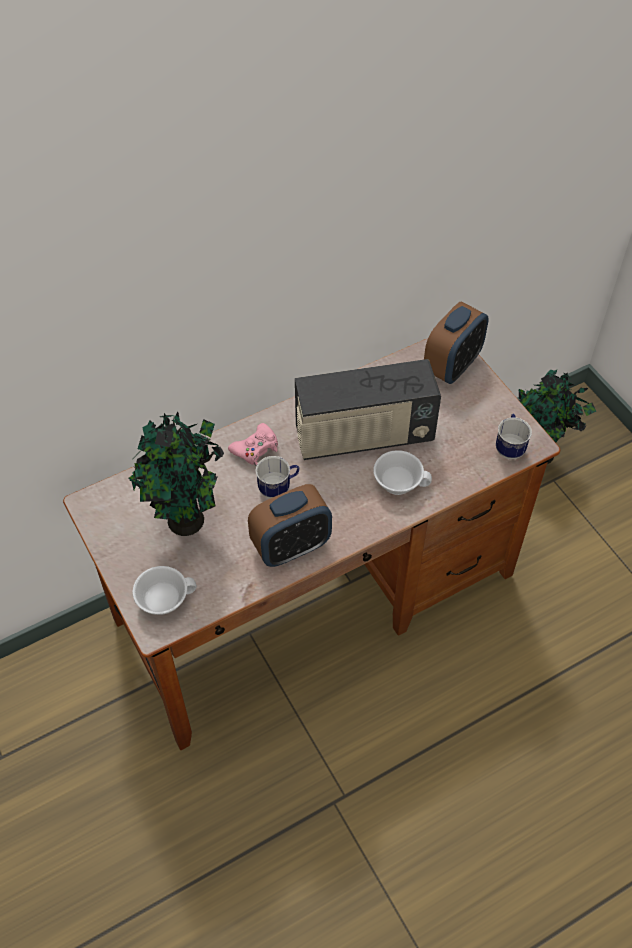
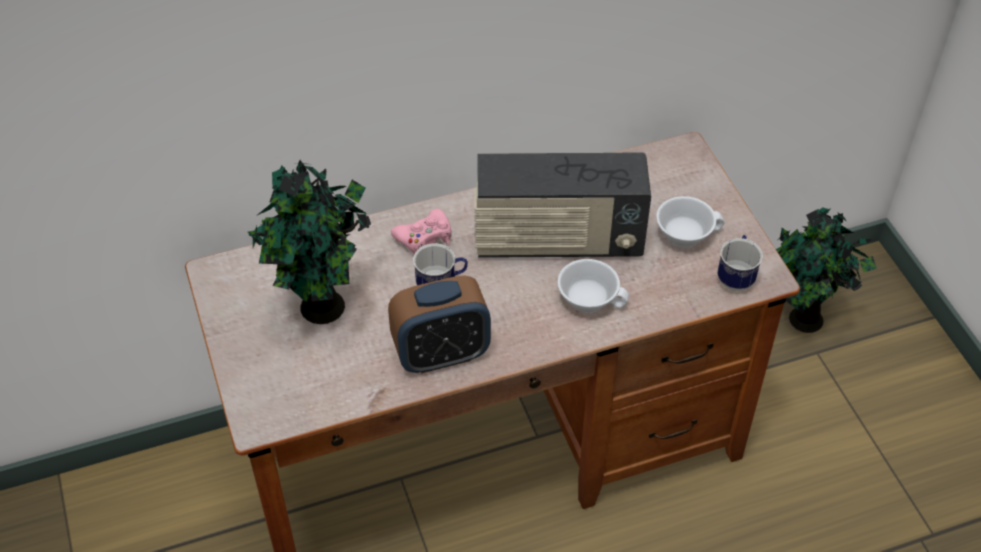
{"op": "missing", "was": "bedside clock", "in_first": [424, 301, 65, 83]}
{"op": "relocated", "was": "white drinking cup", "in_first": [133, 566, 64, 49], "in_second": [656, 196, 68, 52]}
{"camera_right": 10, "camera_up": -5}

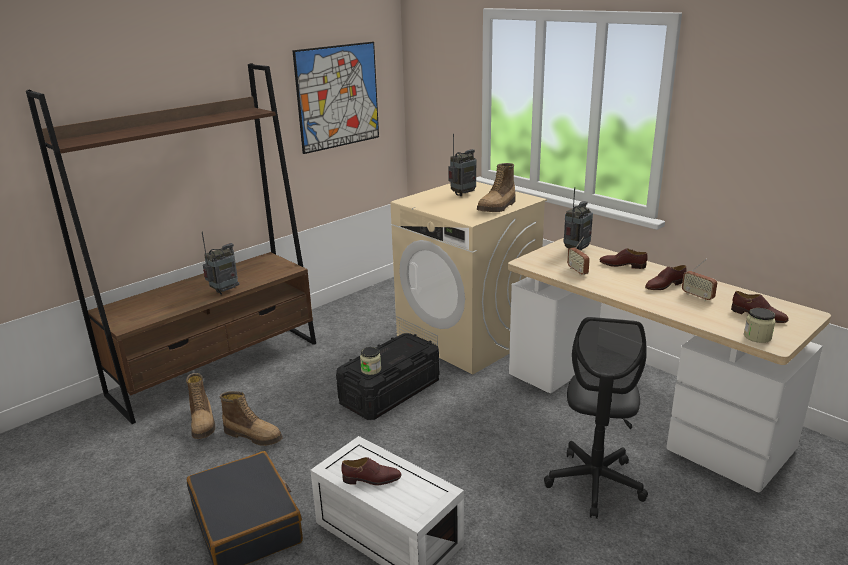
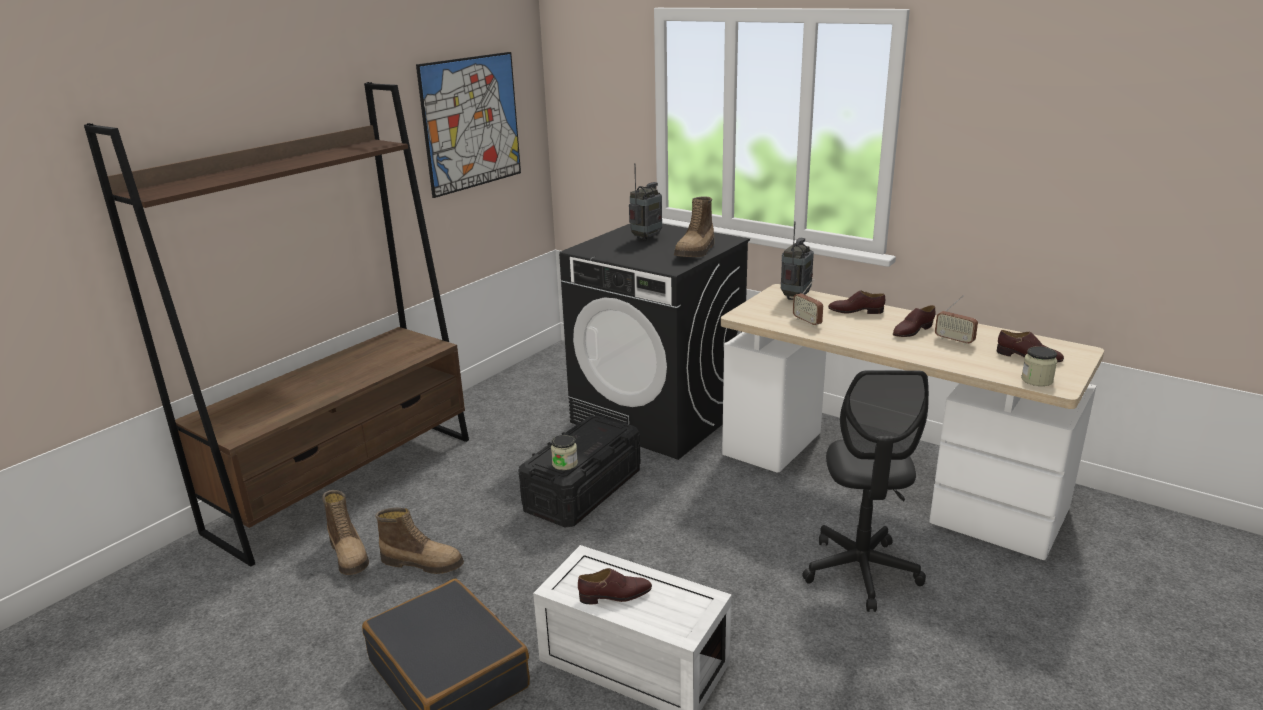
{"op": "missing", "was": "radio receiver", "in_first": [202, 232, 37, 63]}
{"op": "colour", "was": "beige-coloured laundry machine", "now": "blackish laundry machine", "in_first": [390, 182, 157, 193], "in_second": [559, 224, 191, 236]}
{"camera_right": -10, "camera_up": 0}

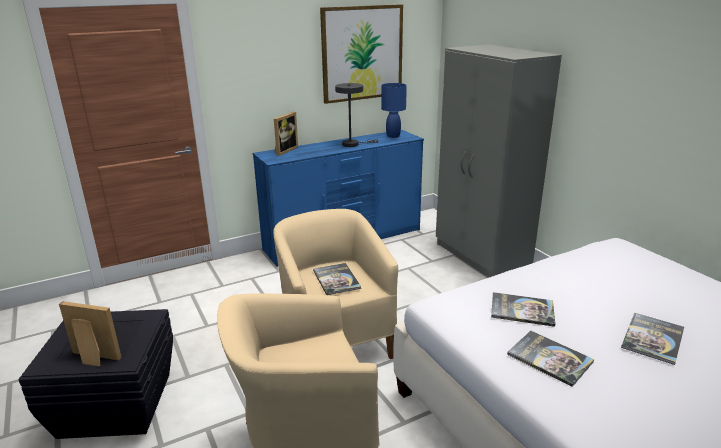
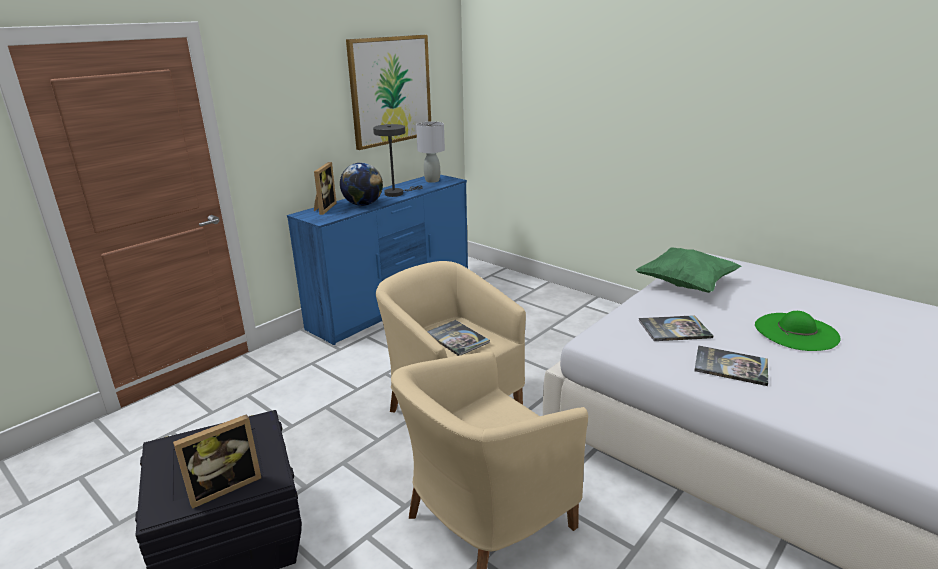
{"op": "missing", "was": "greyish wardrobe", "in_first": [436, 45, 126, 233]}
{"op": "appeared", "now": "desk globe", "in_second": [340, 163, 43, 43]}
{"op": "appeared", "now": "green-coloured pillow", "in_second": [636, 247, 105, 46]}
{"op": "exchanged", "was": "bound book", "now": "green-coloured hat", "in_first": [621, 313, 63, 52], "in_second": [755, 311, 86, 40]}
{"op": "colour", "was": "blue lamp for a table", "now": "greyish lamp for a table", "in_first": [381, 83, 26, 55], "in_second": [416, 122, 29, 61]}
{"op": "spun", "was": "photo frame", "in_first": [59, 301, 62, 65], "in_second": [173, 414, 88, 95], "clockwise": 150}
{"camera_right": -20, "camera_up": 0}

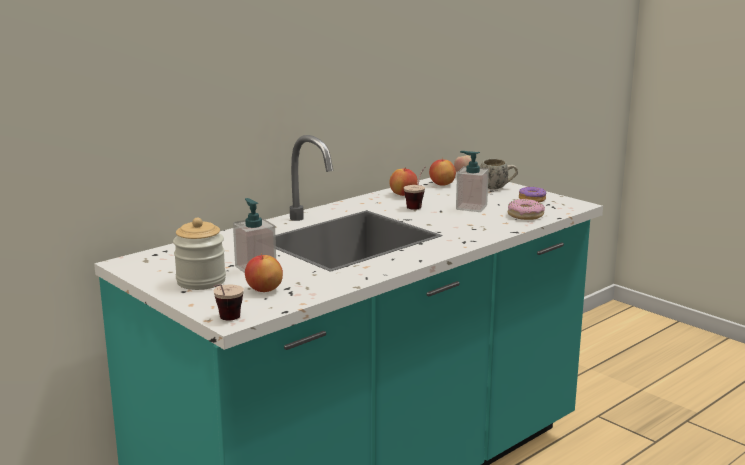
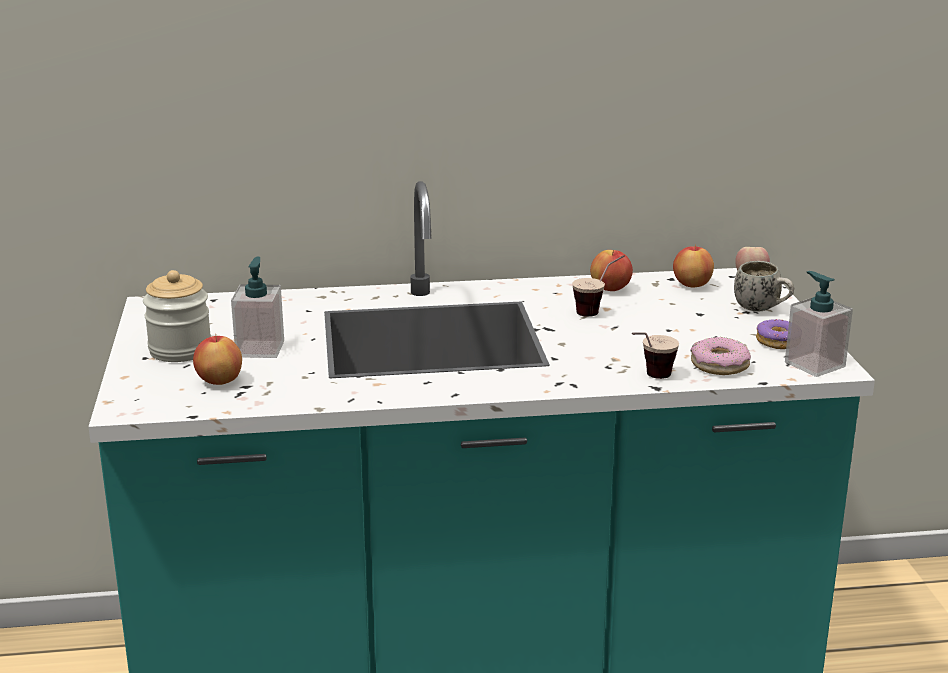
{"op": "relocated", "was": "drinking cup", "in_first": [214, 284, 30, 37], "in_second": [632, 332, 47, 47]}
{"op": "relocated", "was": "soap bottle", "in_first": [456, 151, 33, 61], "in_second": [785, 271, 68, 106]}
{"camera_right": 35, "camera_up": 5}

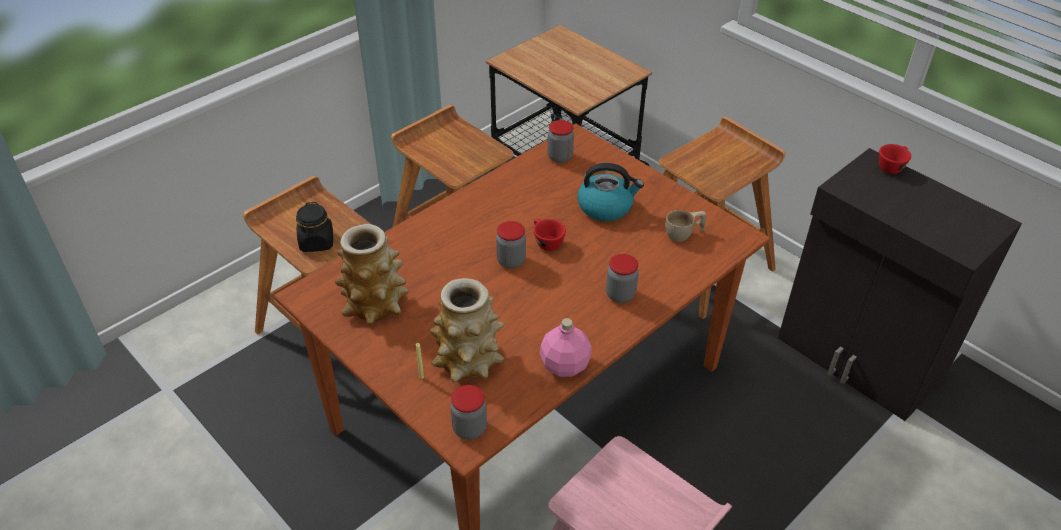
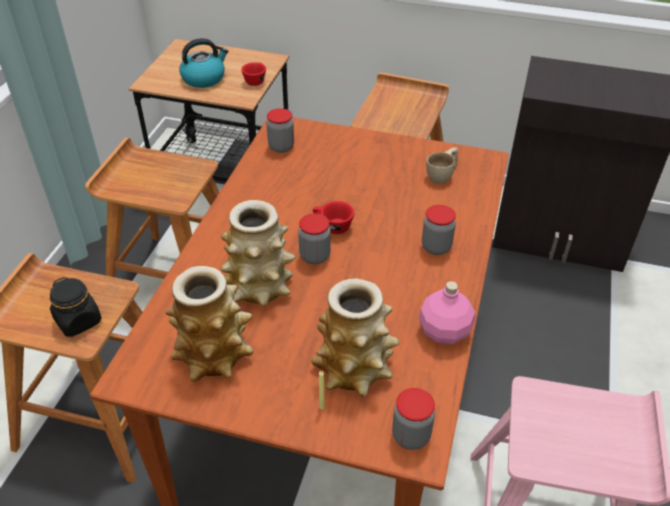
{"op": "appeared", "now": "flower vase", "in_second": [220, 200, 75, 106]}
{"op": "relocated", "was": "water kettle", "in_first": [577, 163, 67, 58], "in_second": [179, 38, 49, 50]}
{"op": "relocated", "was": "reddish drinking cup", "in_first": [879, 144, 32, 30], "in_second": [241, 62, 25, 24]}
{"camera_right": -30, "camera_up": 0}

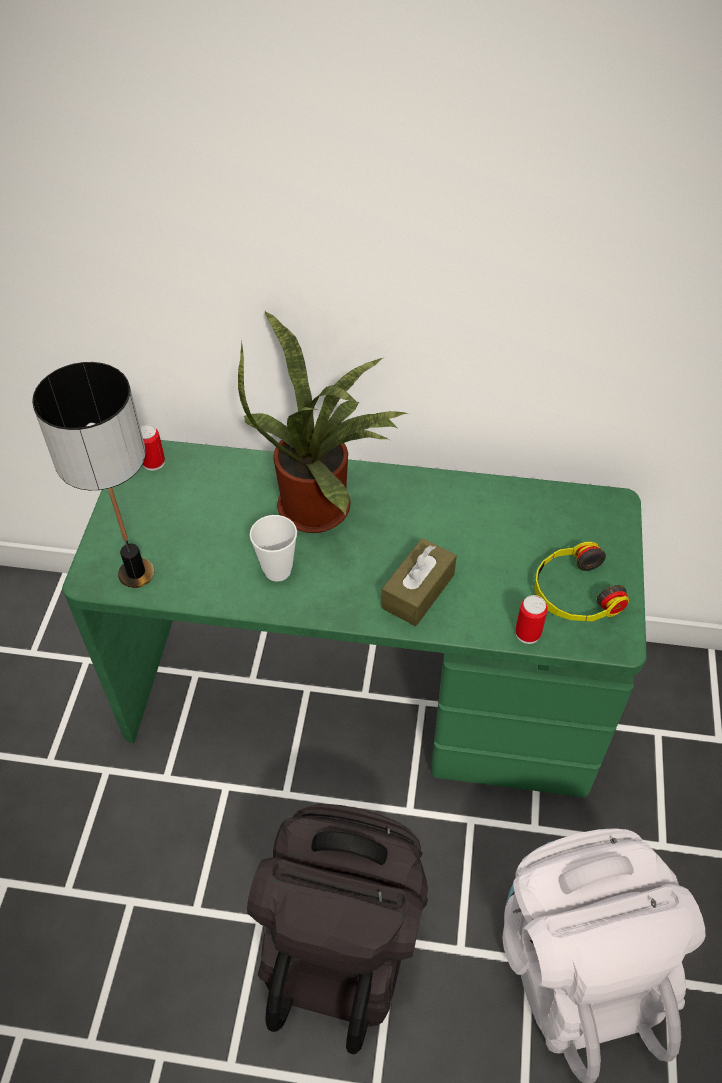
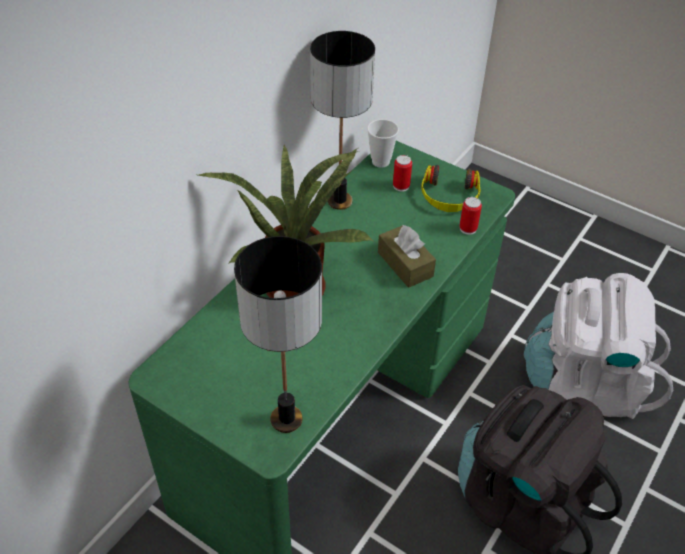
{"op": "appeared", "now": "lamp for a table", "in_second": [310, 31, 65, 179]}
{"op": "relocated", "was": "sealed can", "in_first": [140, 424, 25, 47], "in_second": [393, 155, 19, 37]}
{"op": "relocated", "was": "drinking cup", "in_first": [250, 515, 47, 67], "in_second": [367, 119, 32, 49]}
{"camera_right": -65, "camera_up": -5}

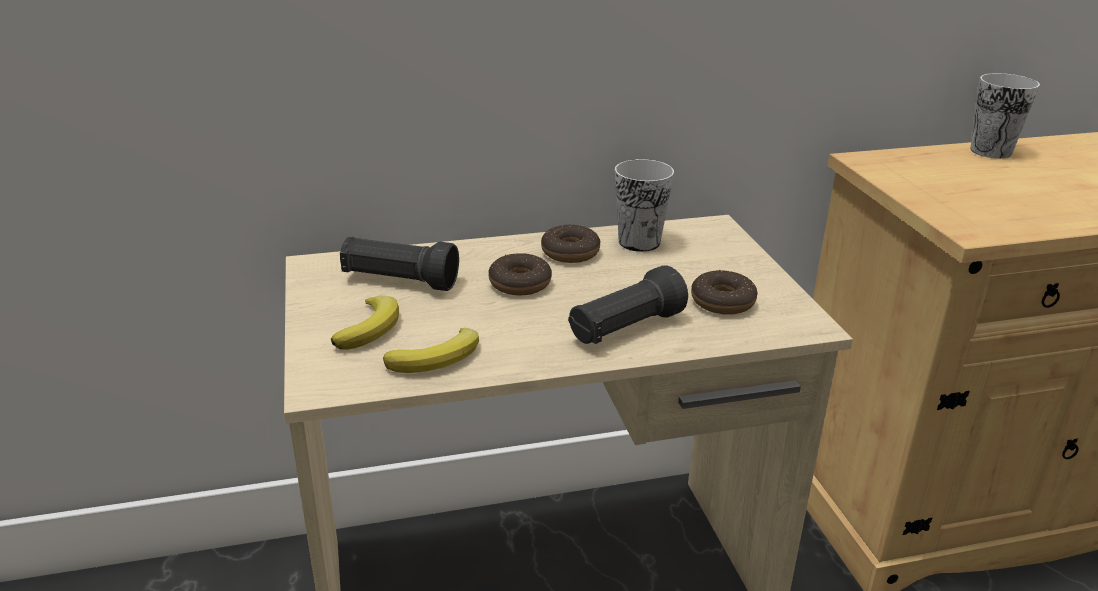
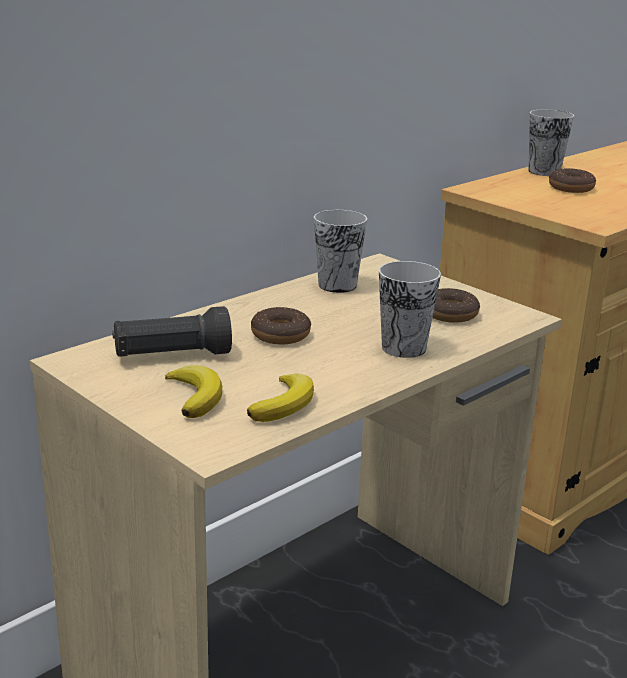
{"op": "relocated", "was": "ring doughnut", "in_first": [541, 224, 59, 39], "in_second": [549, 168, 47, 25]}
{"op": "exchanged", "was": "blackish torch", "now": "drinking cup", "in_first": [568, 265, 120, 79], "in_second": [379, 261, 62, 97]}
{"camera_right": -30, "camera_up": -5}

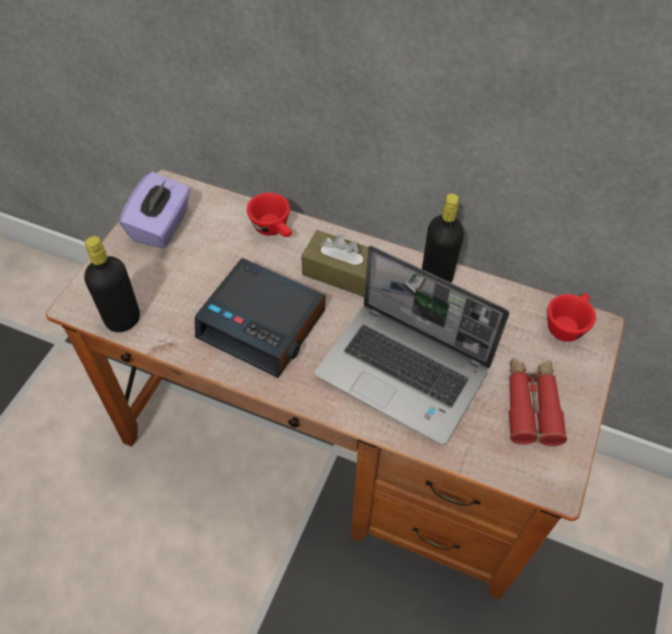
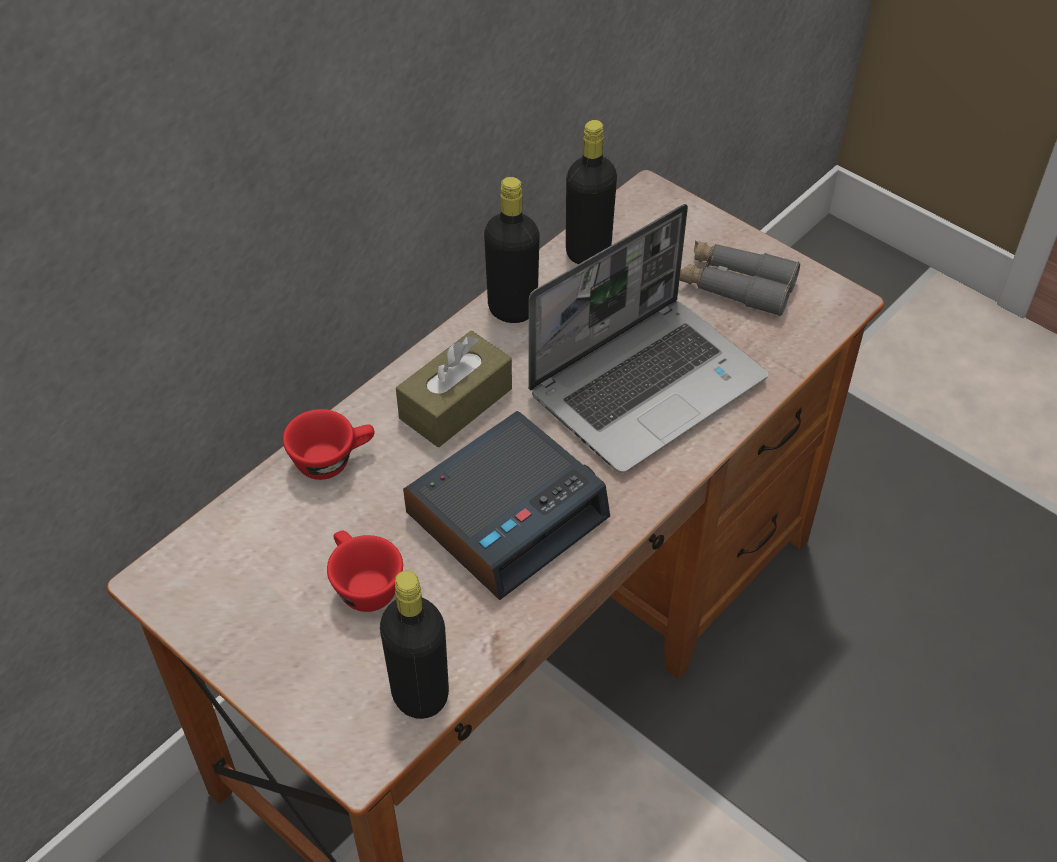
{"op": "missing", "was": "purple tissue holder", "in_first": [119, 172, 71, 77]}
{"op": "appeared", "now": "blackish beverage bottle", "in_second": [566, 120, 51, 144]}
{"op": "relocated", "was": "reddish drinking cup", "in_first": [547, 293, 49, 49], "in_second": [327, 531, 76, 81]}
{"op": "colour", "was": "reddish binoculars", "now": "greyish binoculars", "in_first": [508, 359, 59, 87], "in_second": [679, 241, 121, 75]}
{"camera_right": -70, "camera_up": -5}

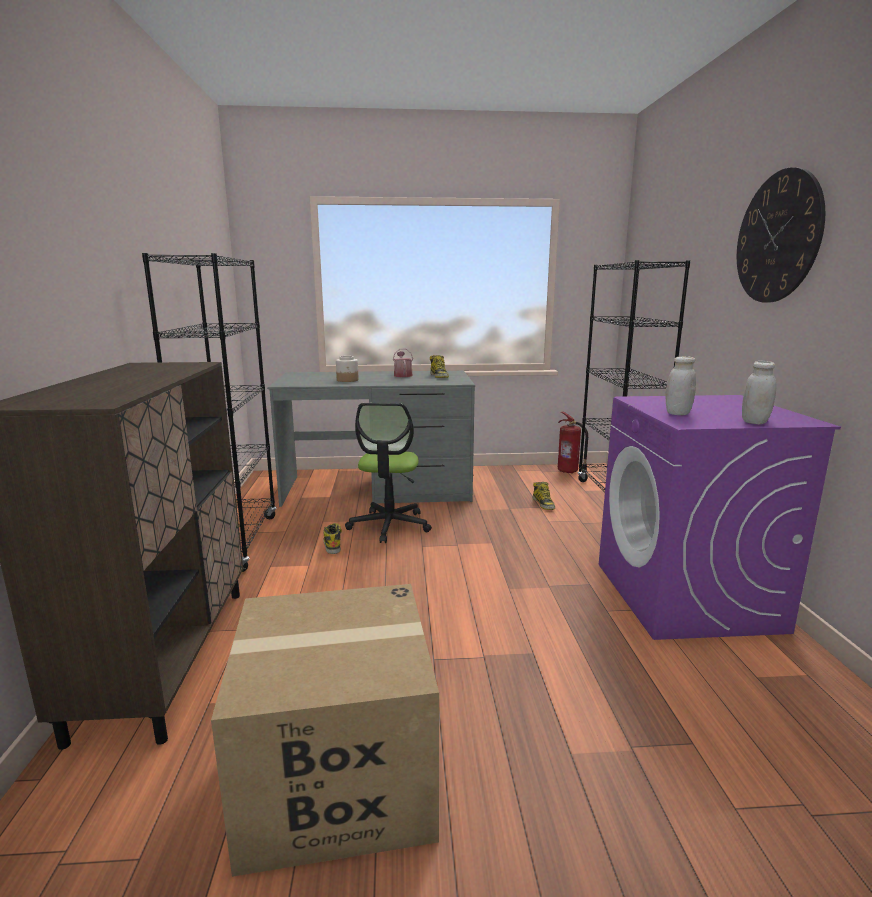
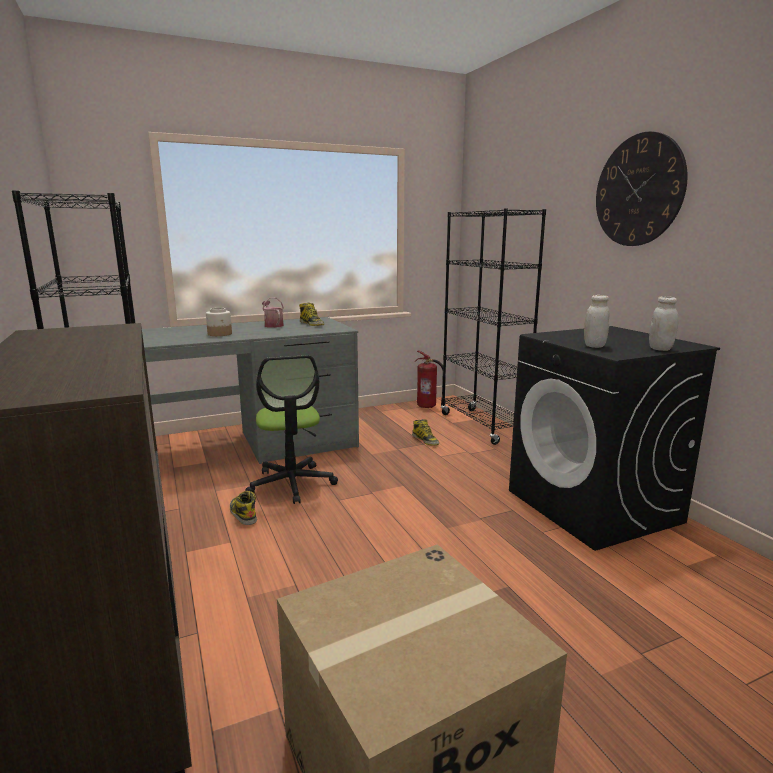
{"op": "colour", "was": "purple laundry machine", "now": "blackish laundry machine", "in_first": [599, 395, 242, 245], "in_second": [509, 326, 211, 225]}
{"camera_right": -20, "camera_up": 0}

